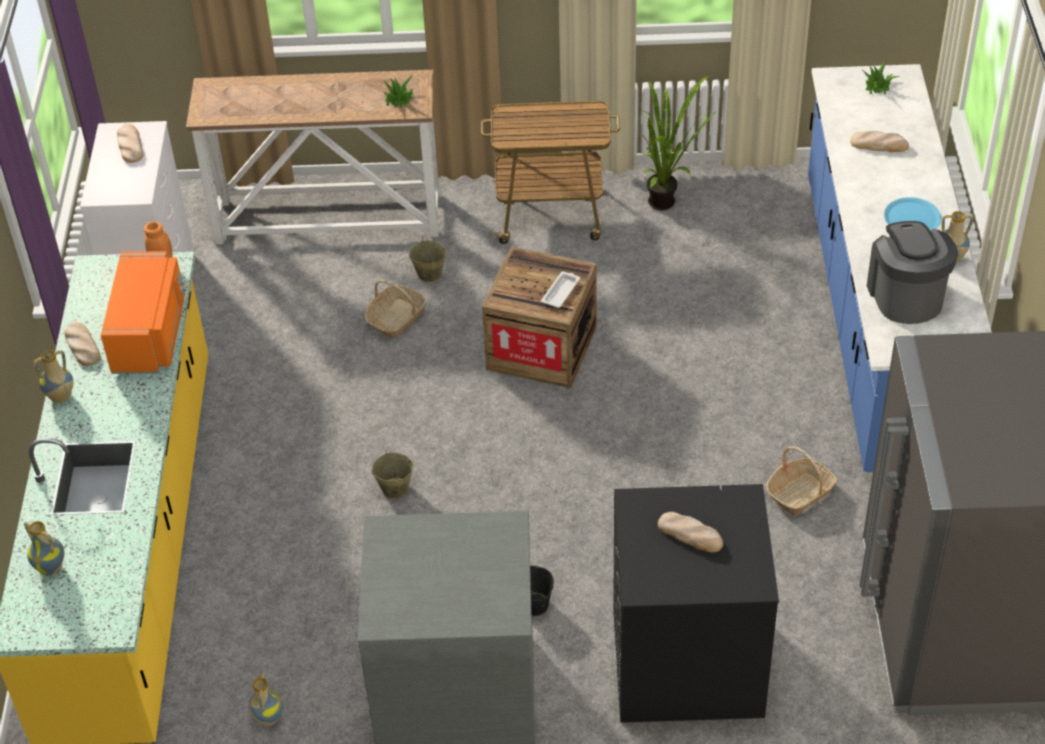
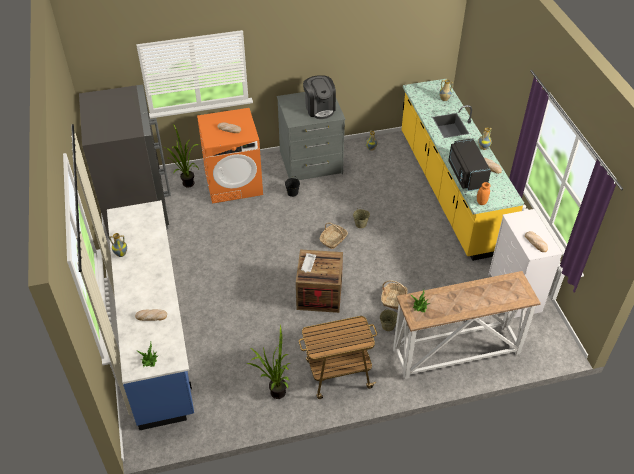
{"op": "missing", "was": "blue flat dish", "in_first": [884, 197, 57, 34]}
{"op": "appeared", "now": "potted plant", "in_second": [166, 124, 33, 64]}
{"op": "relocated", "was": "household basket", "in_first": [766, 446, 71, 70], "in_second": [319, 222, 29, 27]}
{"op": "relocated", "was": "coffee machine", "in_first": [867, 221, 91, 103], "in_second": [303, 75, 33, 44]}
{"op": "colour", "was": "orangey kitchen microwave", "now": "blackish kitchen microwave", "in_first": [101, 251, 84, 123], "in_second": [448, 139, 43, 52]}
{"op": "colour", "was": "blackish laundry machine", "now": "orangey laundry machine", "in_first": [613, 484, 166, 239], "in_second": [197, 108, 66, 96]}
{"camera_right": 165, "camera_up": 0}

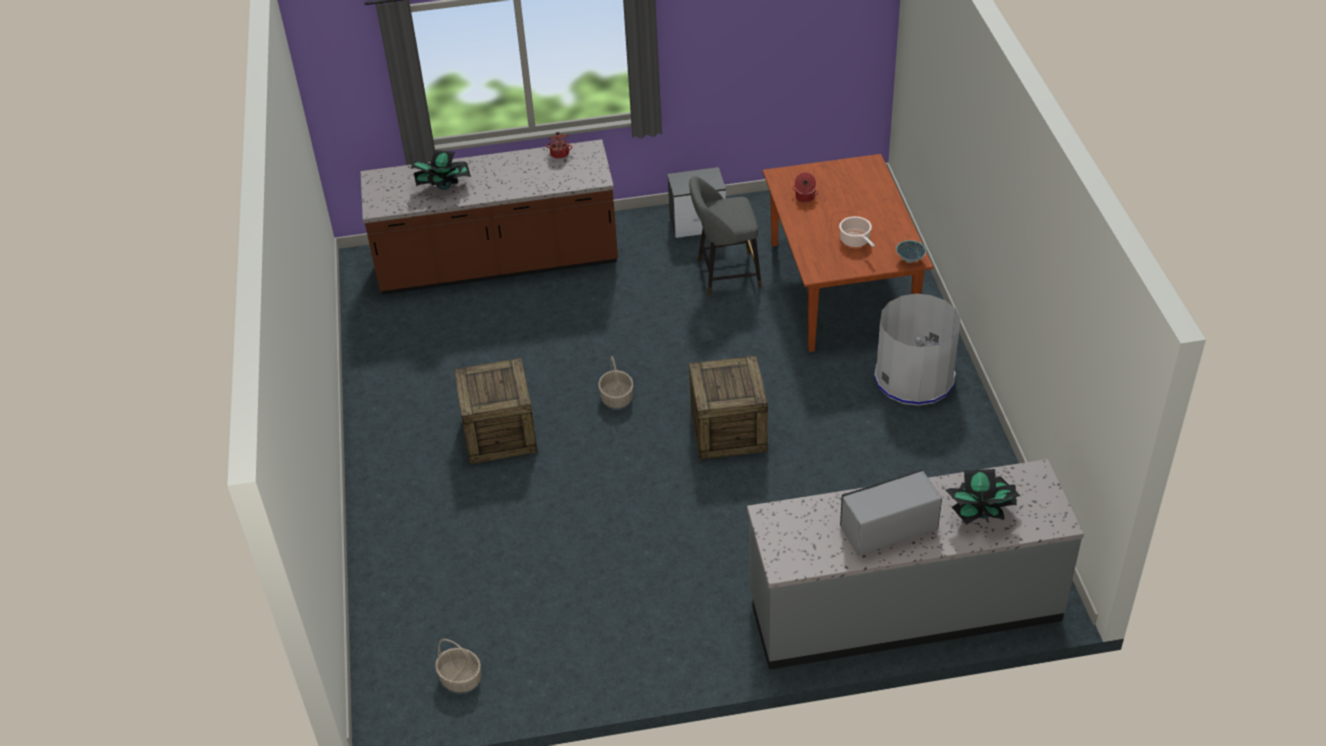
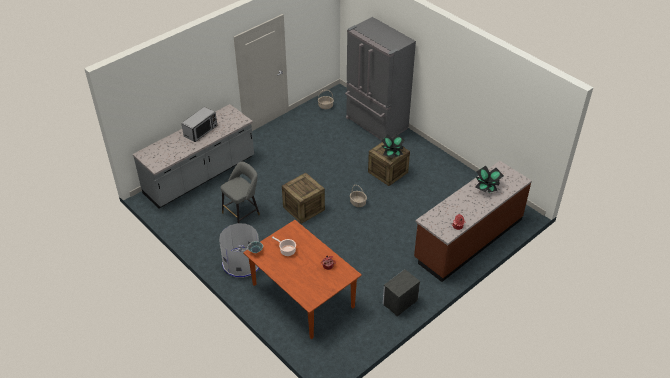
{"op": "appeared", "now": "greyish fridge", "in_second": [345, 17, 71, 124]}
{"op": "relocated", "was": "greyish stool seat", "in_first": [689, 176, 73, 120], "in_second": [221, 162, 39, 61]}
{"op": "relocated", "was": "potted plant", "in_first": [945, 469, 75, 56], "in_second": [382, 134, 23, 24]}
{"camera_right": 145, "camera_up": 0}

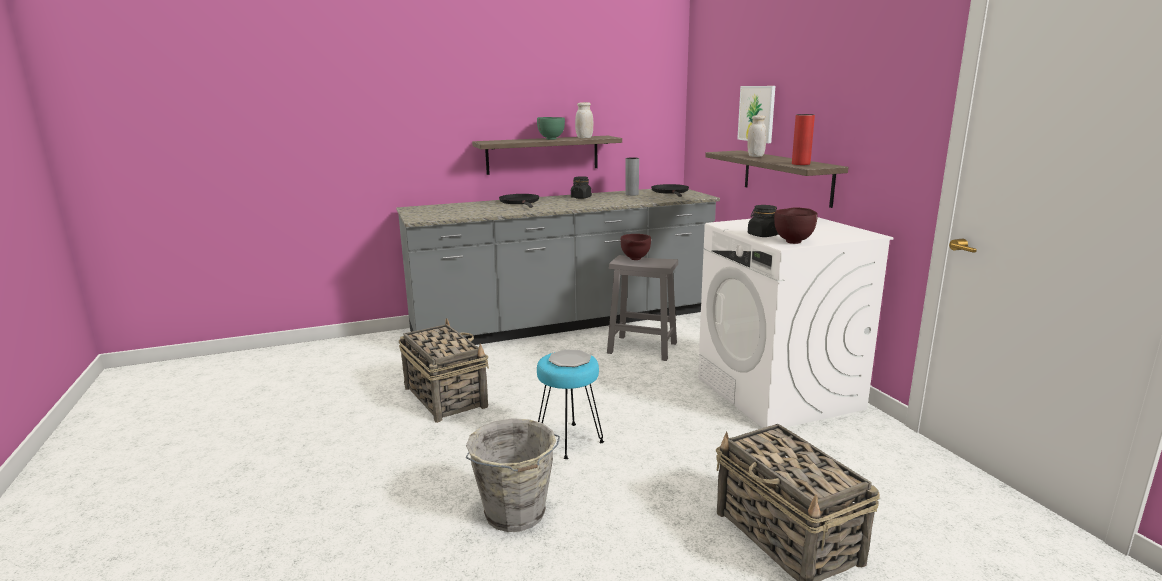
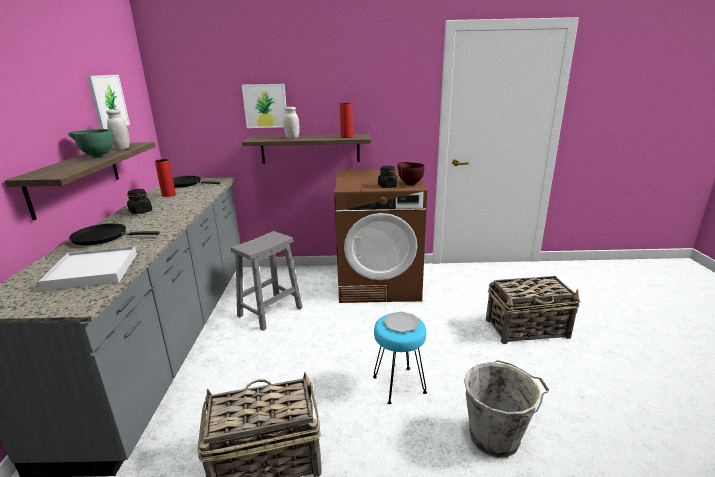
{"op": "missing", "was": "brownish deep dish", "in_first": [621, 234, 30, 26]}
{"op": "appeared", "now": "white tray", "in_second": [38, 246, 99, 45]}
{"op": "appeared", "now": "wall art", "in_second": [87, 75, 43, 54]}
{"op": "colour", "was": "greyish flower vase", "now": "reddish flower vase", "in_first": [625, 157, 14, 39], "in_second": [155, 159, 21, 38]}
{"op": "colour", "was": "white laundry machine", "now": "brownish laundry machine", "in_first": [698, 217, 196, 211], "in_second": [334, 169, 93, 134]}
{"camera_right": -70, "camera_up": 5}

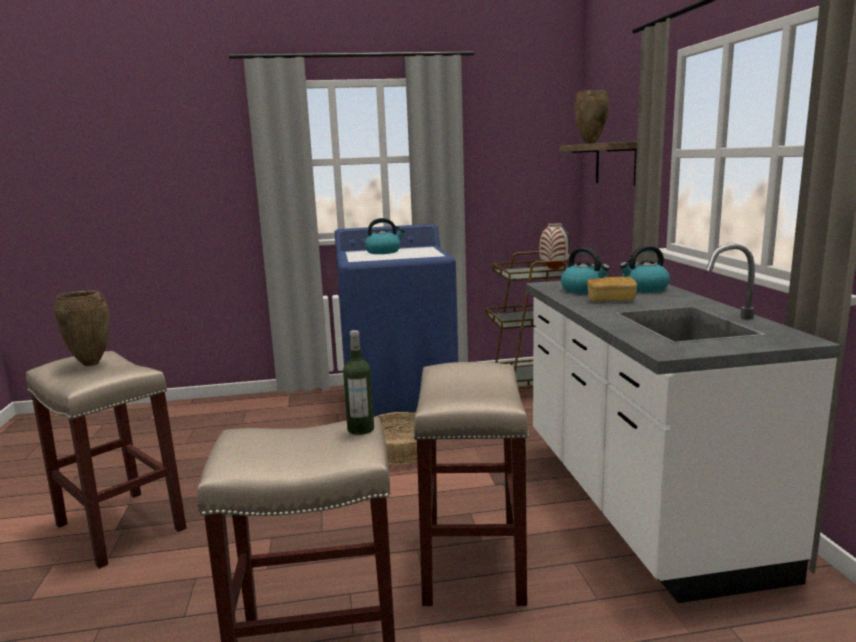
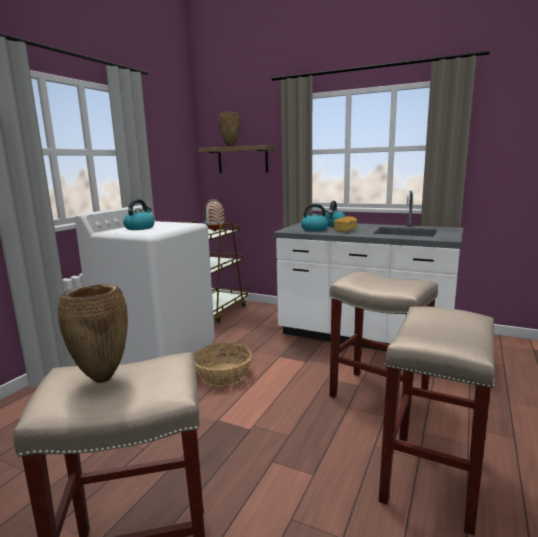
{"op": "missing", "was": "beverage bottle", "in_first": [343, 330, 31, 105]}
{"op": "colour", "was": "blue laundry machine", "now": "white laundry machine", "in_first": [335, 224, 124, 203], "in_second": [75, 205, 140, 160]}
{"camera_right": -55, "camera_up": 0}

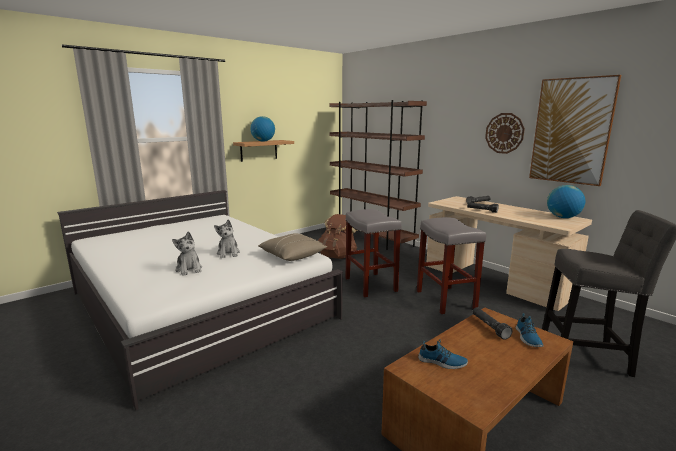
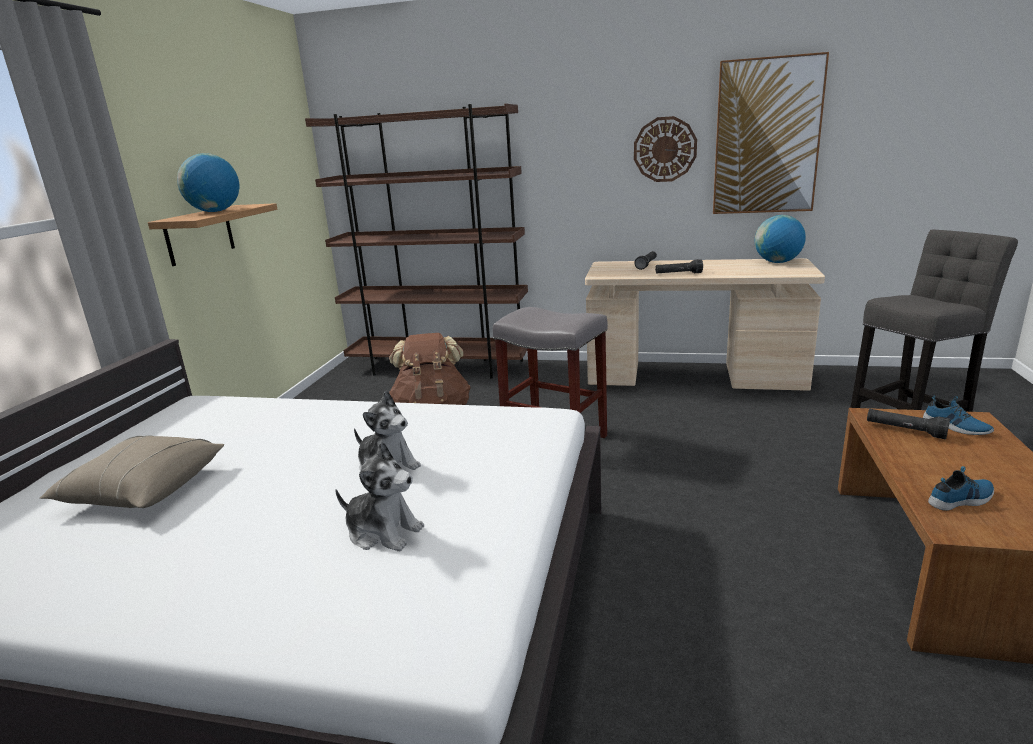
{"op": "missing", "was": "greyish stool seat", "in_first": [417, 217, 69, 97]}
{"op": "relocated", "was": "beige-coloured pillow", "in_first": [258, 233, 69, 28], "in_second": [40, 435, 184, 73]}
{"camera_right": -35, "camera_up": 5}

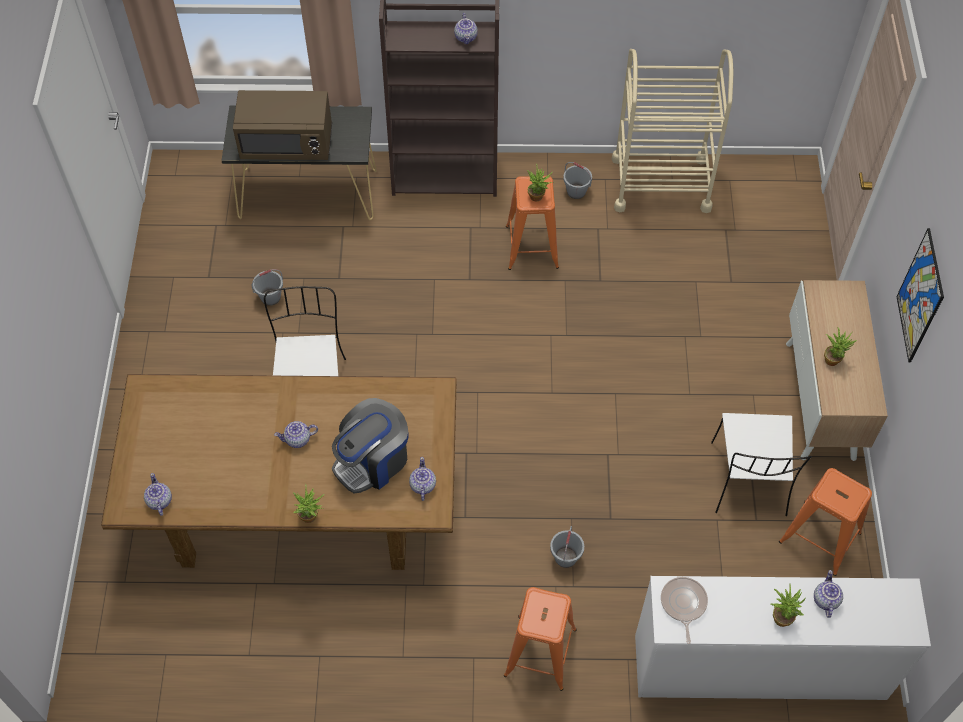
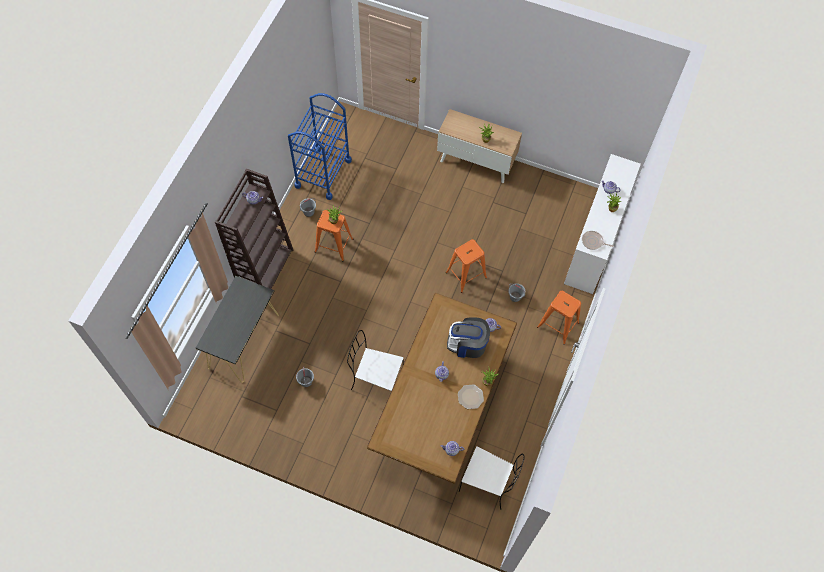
{"op": "missing", "was": "brownish kitchen microwave", "in_first": [233, 90, 99, 70]}
{"op": "missing", "was": "wall art", "in_first": [896, 228, 48, 135]}
{"op": "appeared", "now": "flat dish", "in_second": [458, 385, 26, 24]}
{"op": "relocated", "was": "white chair", "in_first": [711, 413, 101, 103], "in_second": [459, 446, 66, 64]}
{"op": "relocated", "was": "orangey stool seat", "in_first": [779, 468, 93, 108], "in_second": [446, 239, 41, 54]}
{"op": "colour", "was": "beige-coloured cart", "now": "blue cart", "in_first": [612, 49, 121, 164], "in_second": [288, 93, 64, 107]}
{"op": "spun", "was": "coffee machine", "in_first": [332, 398, 77, 96], "in_second": [447, 317, 43, 41], "clockwise": 120}
{"camera_right": -70, "camera_up": 5}

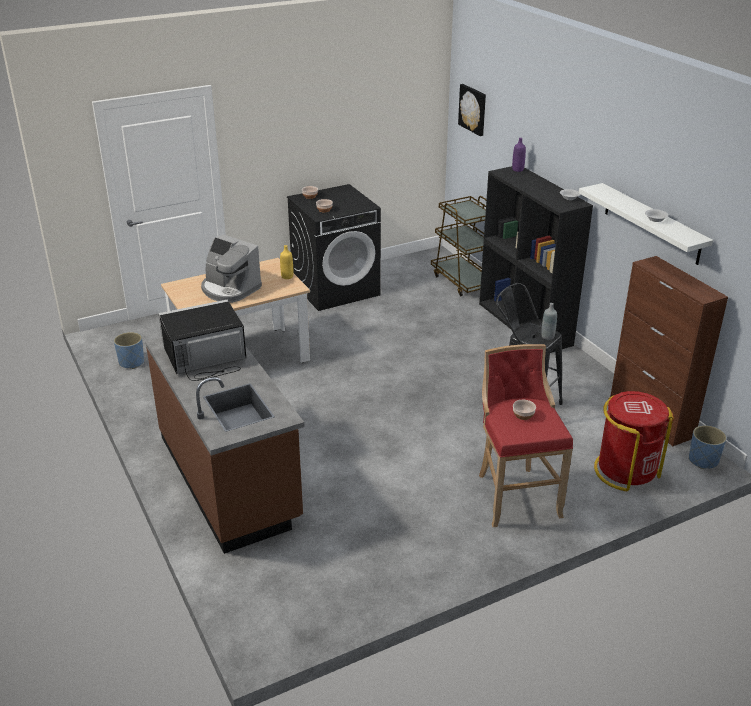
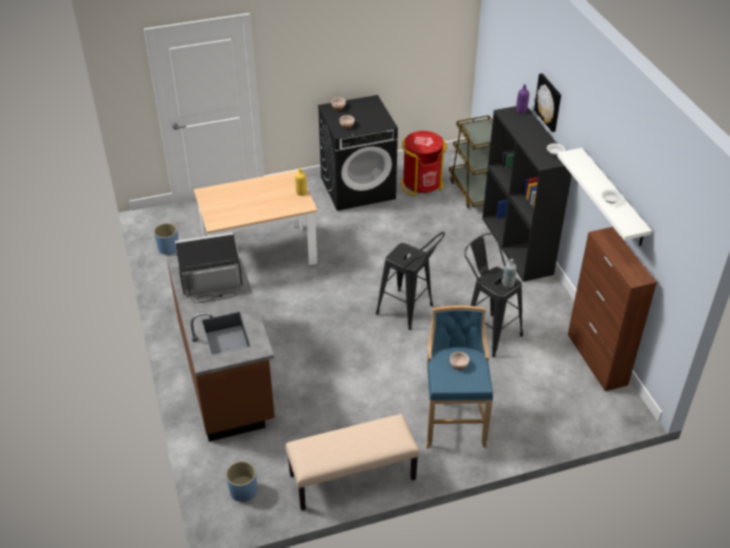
{"op": "missing", "was": "coffee machine", "in_first": [201, 234, 61, 69]}
{"op": "appeared", "now": "beige-coloured indoor bench", "in_second": [285, 414, 135, 96]}
{"op": "appeared", "now": "blackish stool seat", "in_second": [376, 232, 69, 98]}
{"op": "relocated", "was": "wall art", "in_first": [458, 84, 28, 52], "in_second": [534, 73, 27, 59]}
{"op": "relocated", "was": "reddish trash can", "in_first": [594, 391, 80, 100], "in_second": [401, 131, 46, 65]}
{"op": "relocated", "was": "blue flower pot", "in_first": [689, 425, 38, 44], "in_second": [226, 461, 31, 41]}
{"op": "colour", "was": "reddish stool seat", "now": "blue stool seat", "in_first": [479, 344, 94, 183], "in_second": [426, 305, 67, 143]}
{"camera_right": 10, "camera_up": 10}

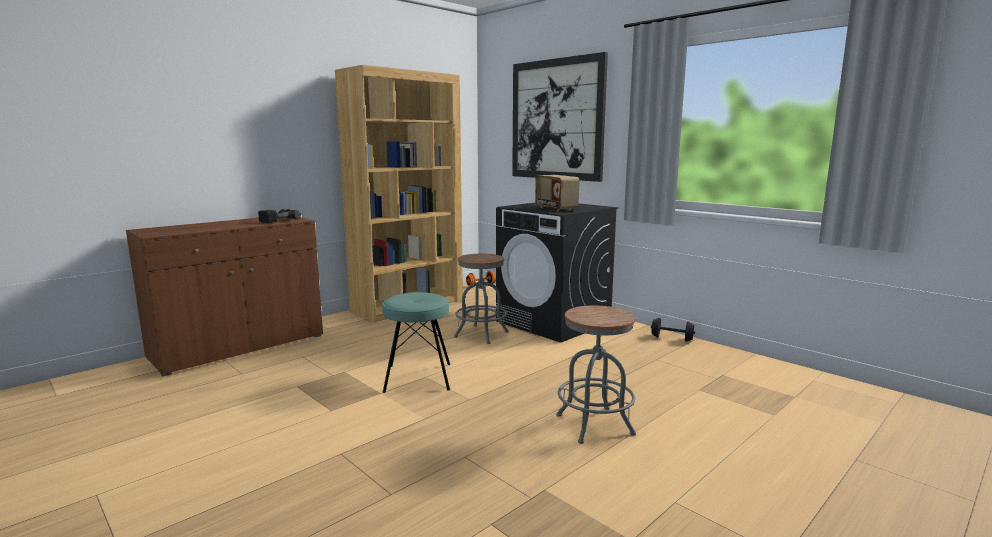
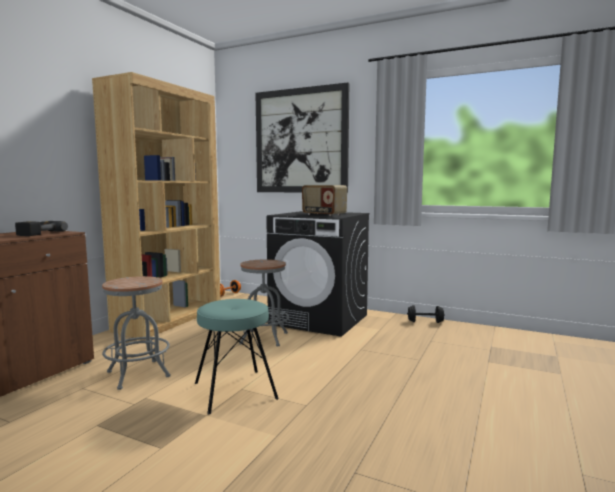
{"op": "relocated", "was": "greyish stool seat", "in_first": [556, 306, 80, 138], "in_second": [102, 276, 69, 114]}
{"camera_right": -20, "camera_up": -5}

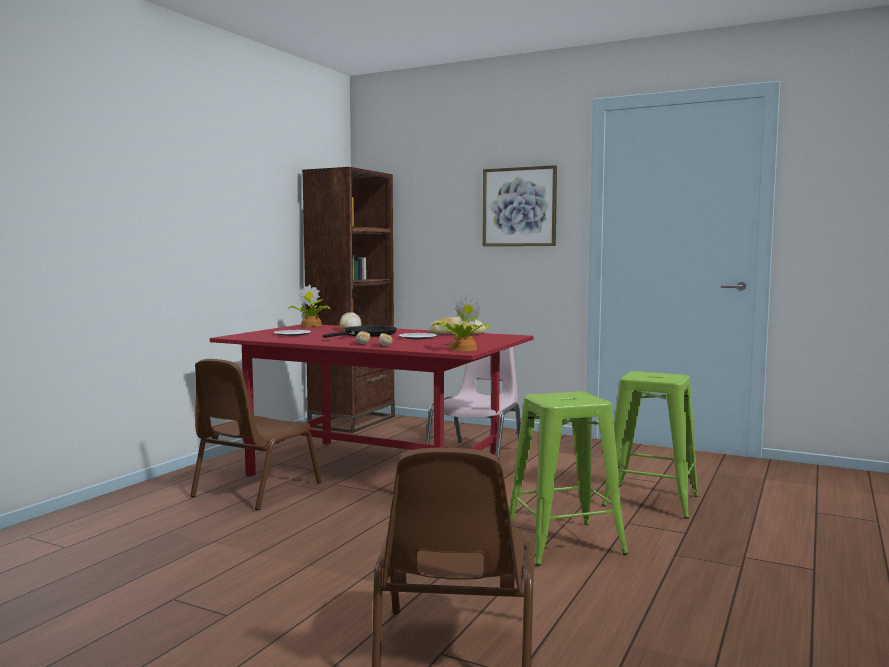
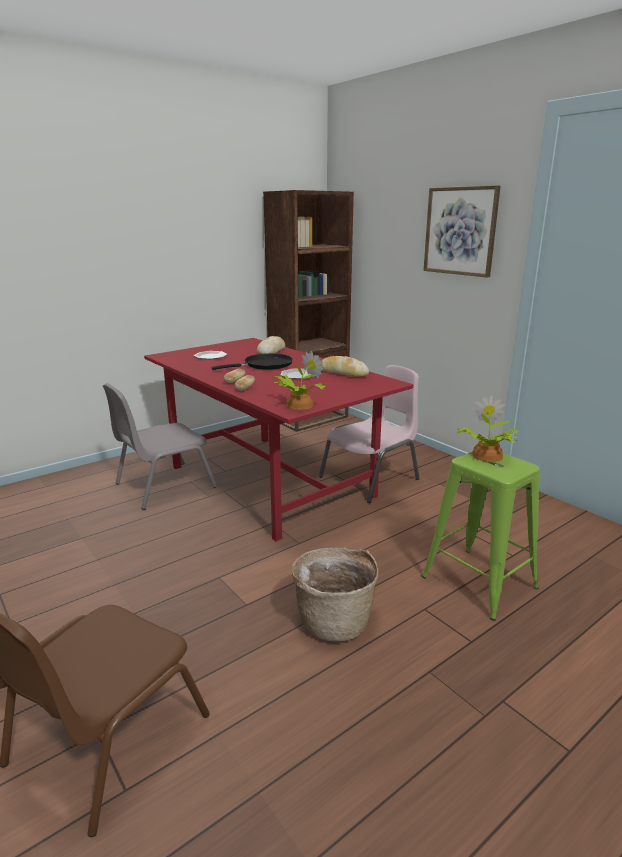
{"op": "relocated", "was": "potted plant", "in_first": [288, 284, 42, 43], "in_second": [456, 395, 62, 67]}
{"op": "exchanged", "was": "green-coloured stool seat", "now": "household basket", "in_first": [509, 391, 119, 175], "in_second": [292, 547, 87, 95]}
{"op": "colour", "was": "brownish chair", "now": "greyish chair", "in_first": [190, 359, 131, 151], "in_second": [103, 383, 114, 127]}
{"camera_right": 25, "camera_up": 15}

